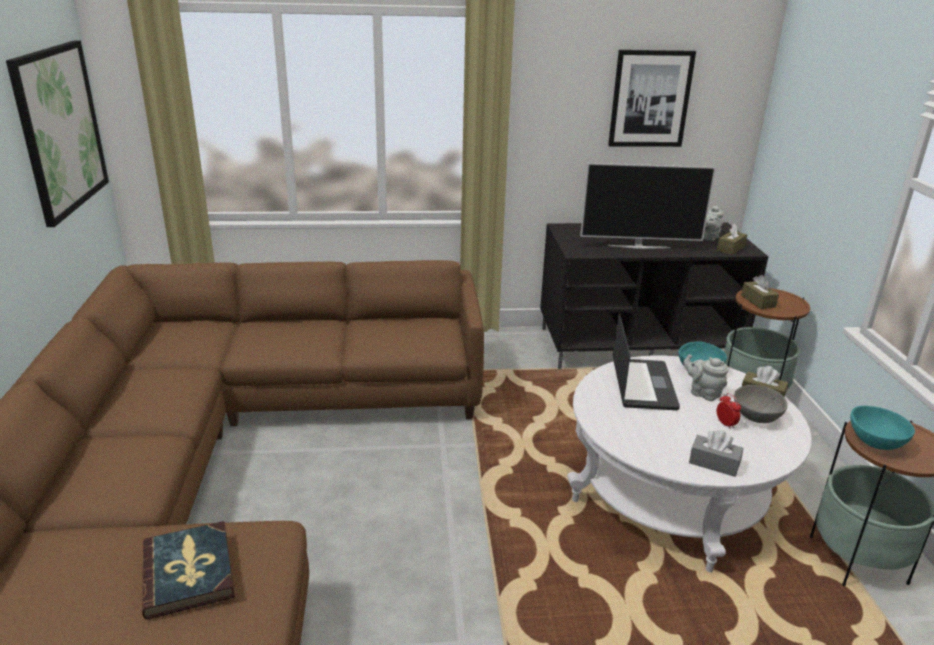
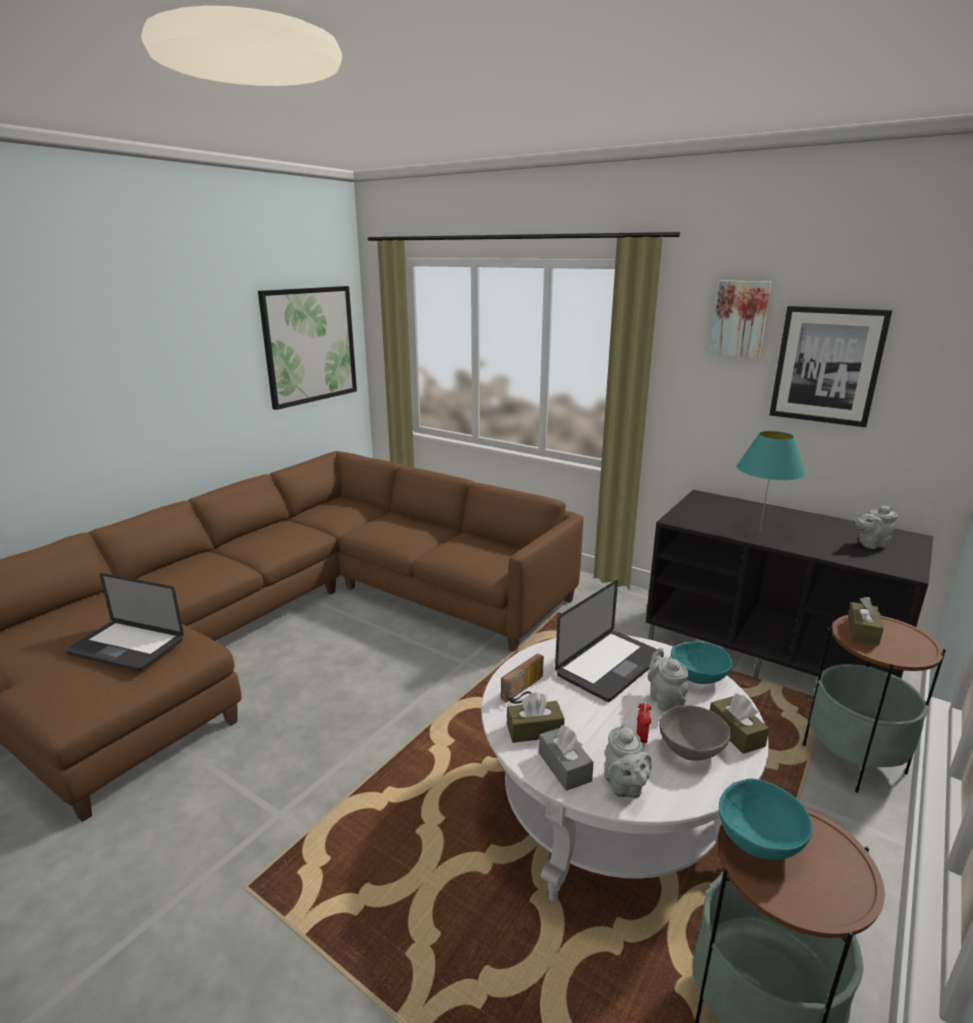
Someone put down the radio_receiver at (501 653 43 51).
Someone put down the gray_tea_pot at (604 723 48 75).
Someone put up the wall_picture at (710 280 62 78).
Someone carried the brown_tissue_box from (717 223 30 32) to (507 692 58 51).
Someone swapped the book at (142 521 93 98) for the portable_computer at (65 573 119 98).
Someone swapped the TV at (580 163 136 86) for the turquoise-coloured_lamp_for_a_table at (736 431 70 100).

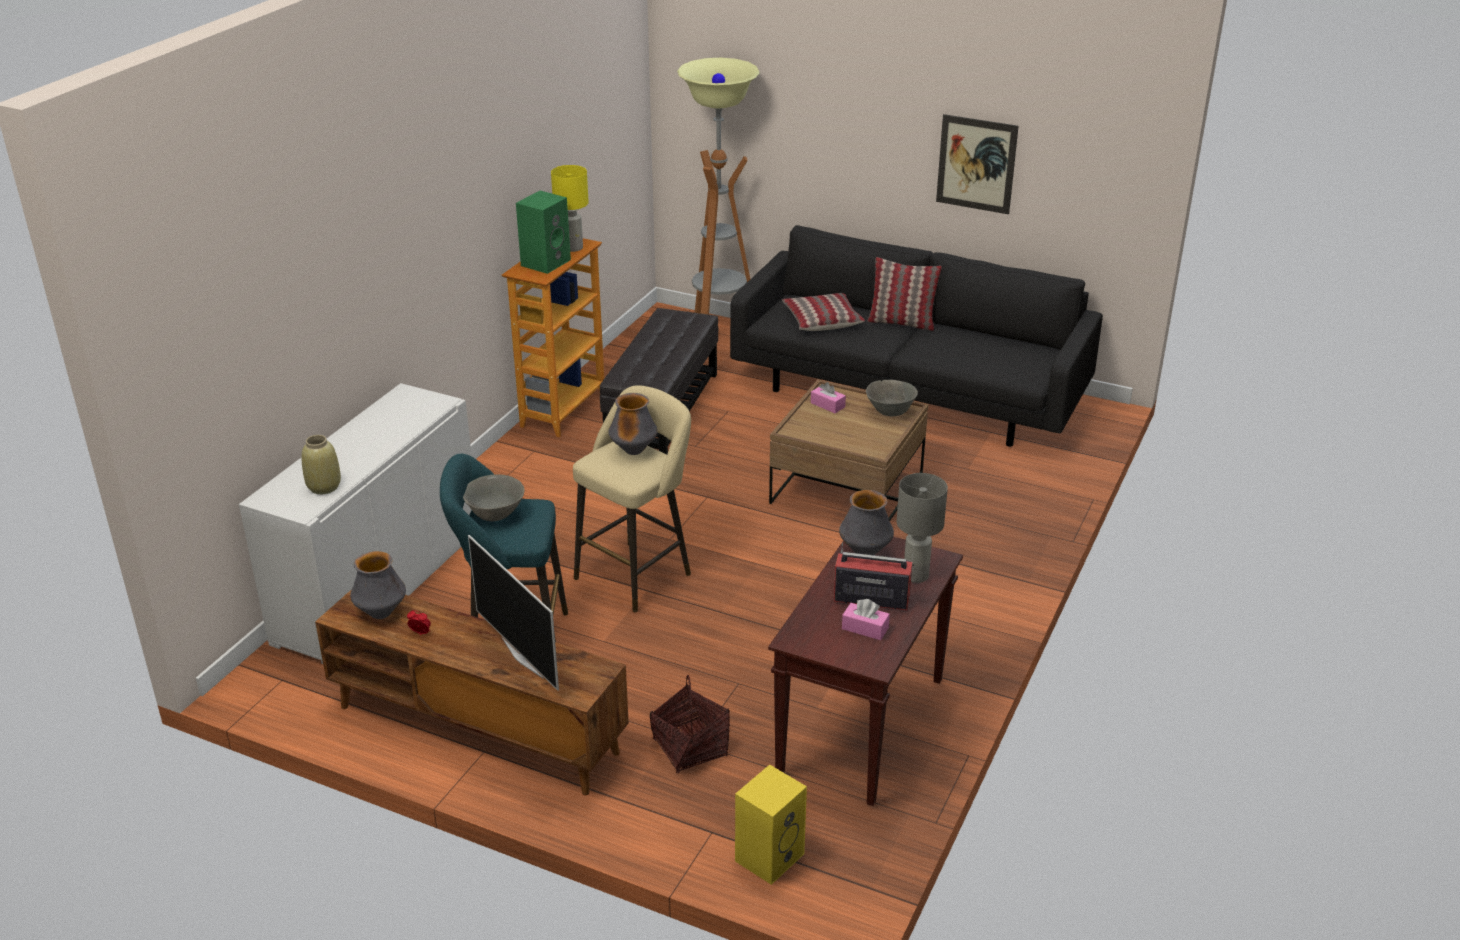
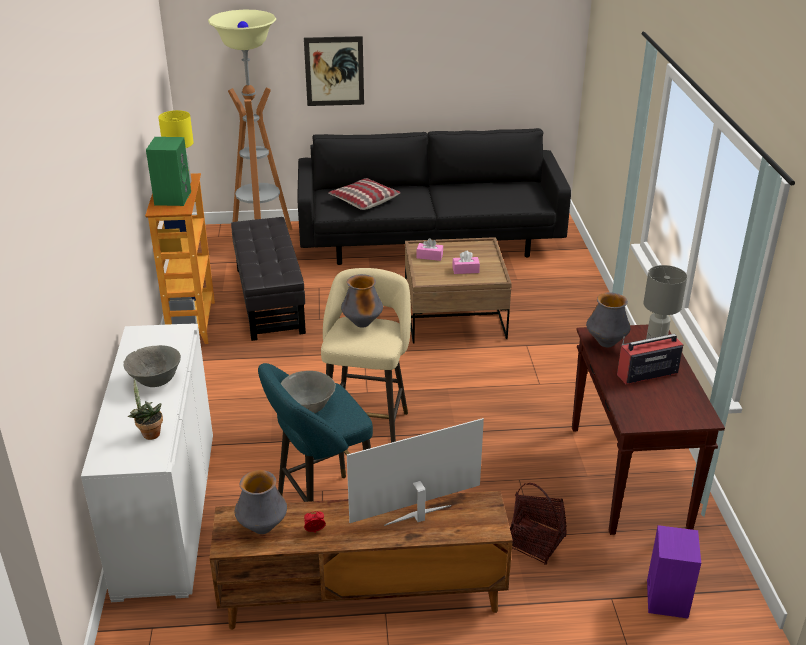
Someone took away the throw_pillow at (867 257 75 74).
Someone carried the pink_tissue_box from (842 599 48 41) to (452 251 28 23).
Someone carried the gray_serving_bowl from (866 380 52 36) to (123 345 58 42).
Someone carried the wall_picture from (936 114 83 100) to (304 36 60 70).
Someone swapped the beige-coloured_flower_vase at (302 435 39 59) for the potted_plant at (127 378 36 62).
Someone repainted the yellow_loudspeaker at (735 765 72 120), which became the purple-coloured_loudspeaker at (647 525 54 93).
Someone rotated the TV at (468 535 91 156) by 135 degrees clockwise.

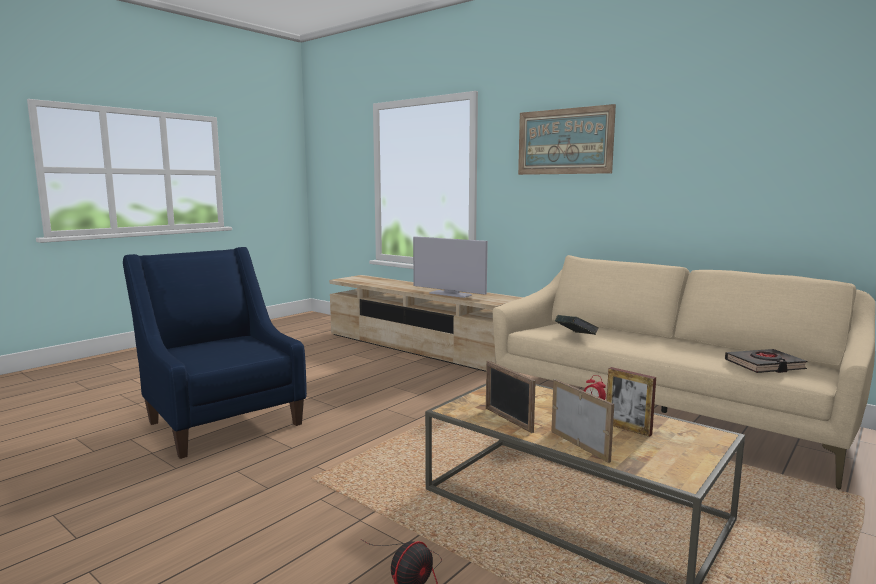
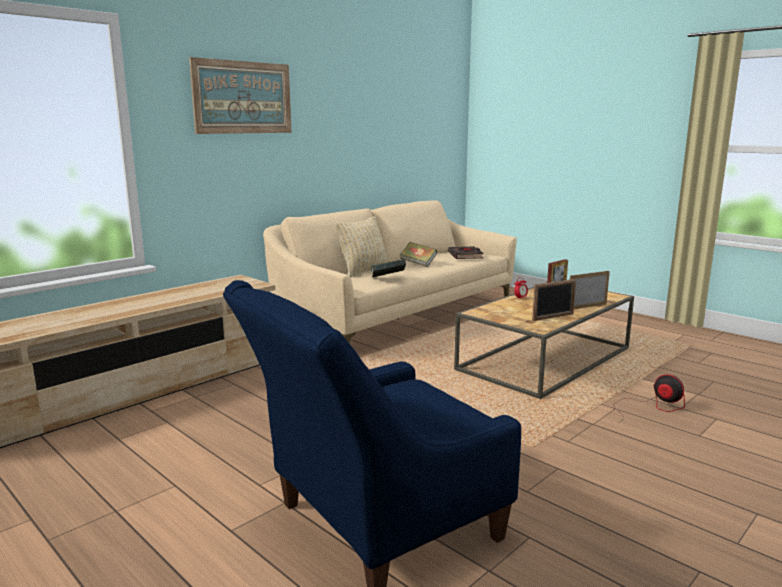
Someone took away the TV at (413 236 75 62).
Someone put down the beige-coloured_throw_pillow at (335 216 53 61).
Someone put down the book at (400 242 37 25).

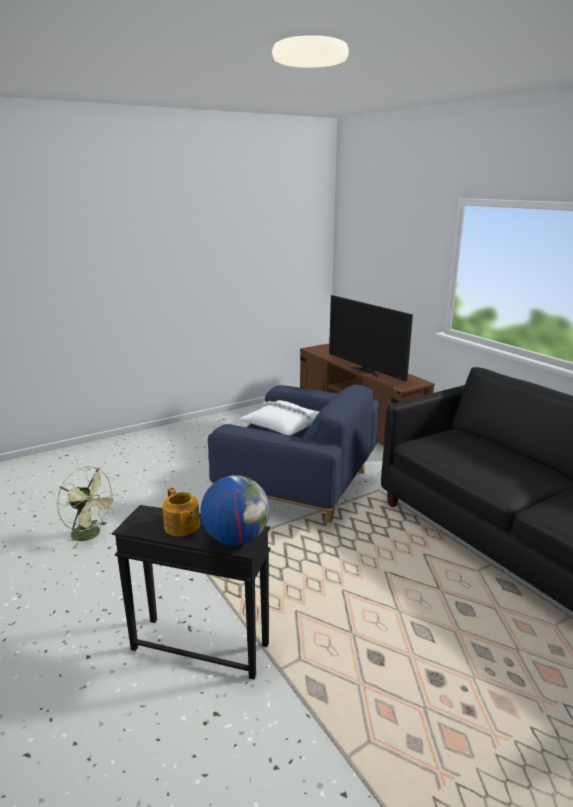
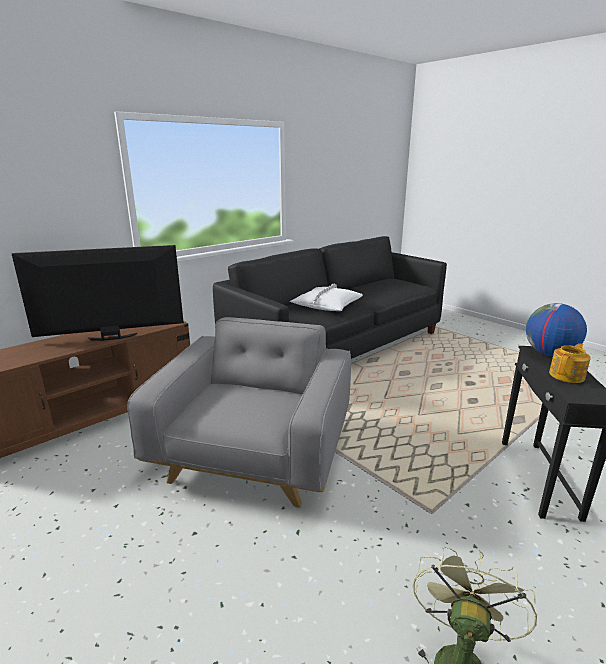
Someone carried the white_throw_pillow from (240 400 80 36) to (290 284 73 27).
Someone repainted the bluish_lounge_chair at (208 384 172 139), which became the gray_lounge_chair at (127 317 224 191).
Someone rotated the TV at (329 295 84 87) by 150 degrees counterclockwise.

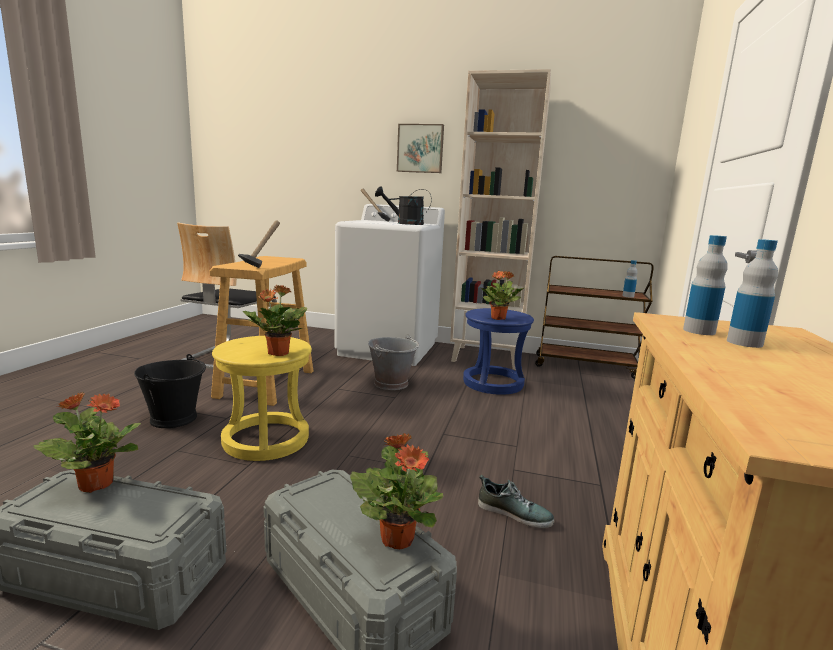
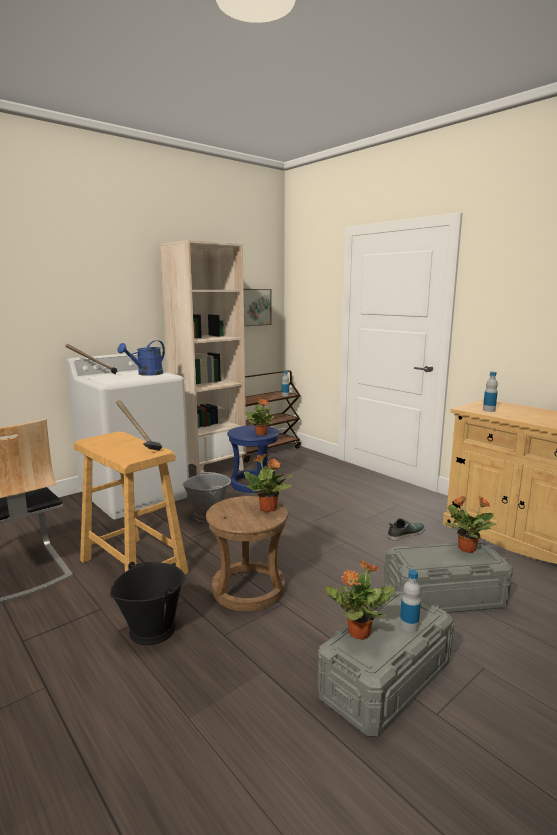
Someone carried the wall_picture from (397 124 47 49) to (244 289 28 37).
Someone carried the beverage_bottle from (727 239 51 109) to (400 569 21 63).
Someone repainted the yellow_stool at (212 336 100 125), which became the brown_stool at (206 496 82 115).
Someone repainted the black-coloured_watering_can at (375 186 57 39), which became the bluish_watering_can at (117 340 48 36).

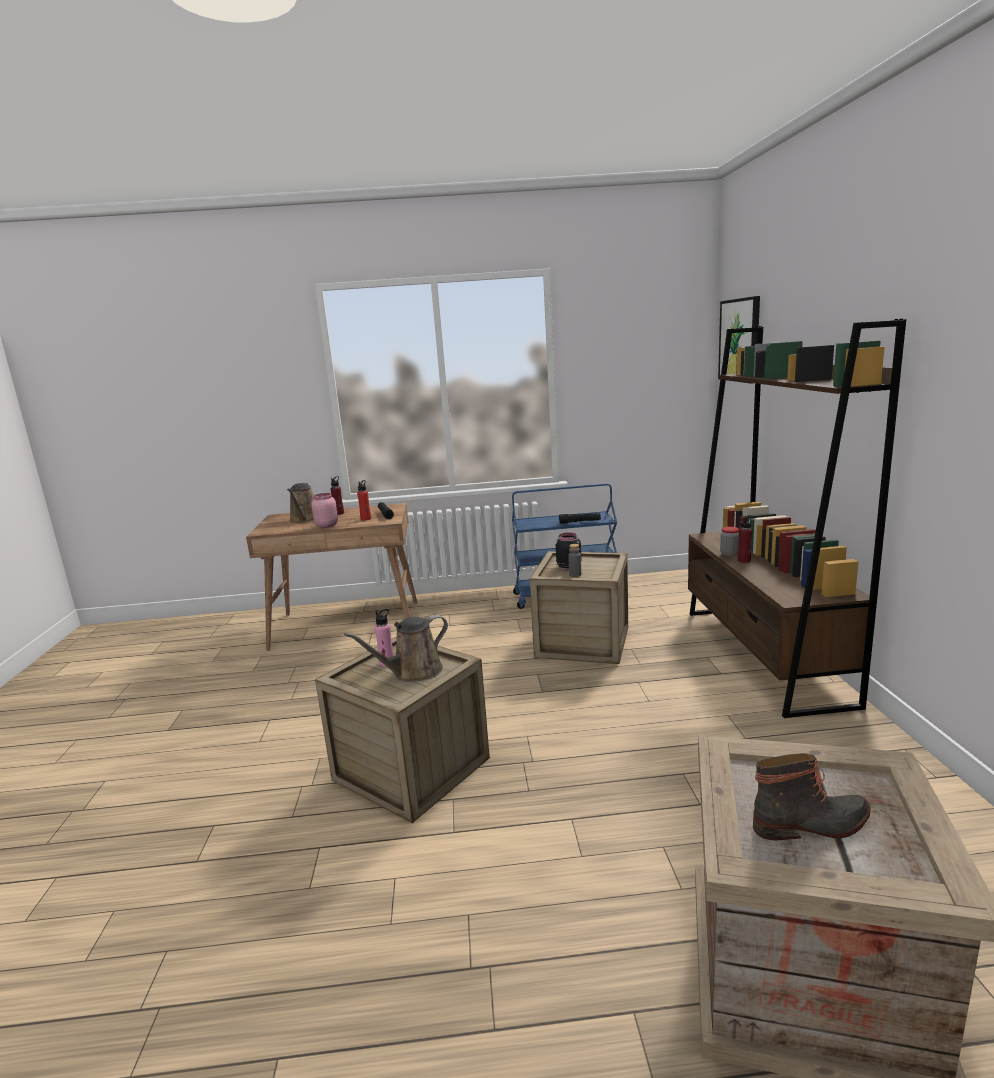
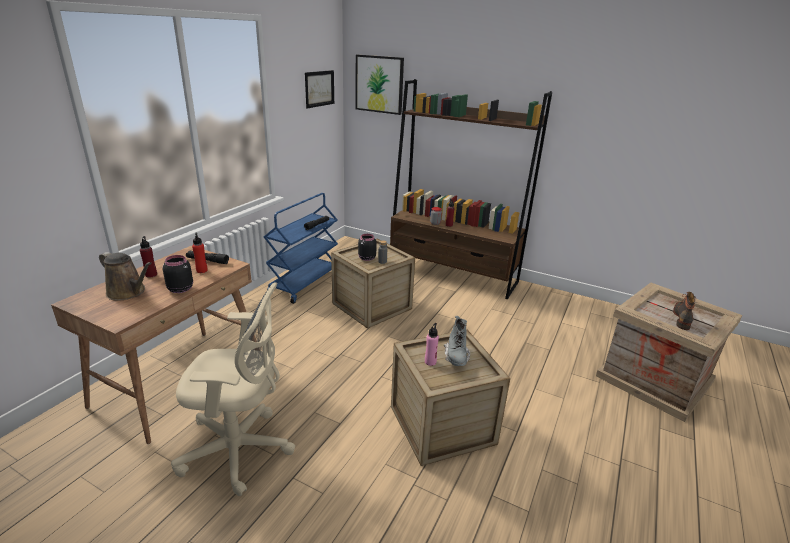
Someone put down the beige-coloured_office_chair at (171 282 124 214).
Someone put up the wall_picture at (305 70 29 39).
Someone swapped the brown_watering_can at (344 615 104 67) for the gray_boot at (444 316 26 50).
Someone repainted the pink_preserve_jar at (311 493 27 35), which became the black-coloured_preserve_jar at (162 255 31 38).

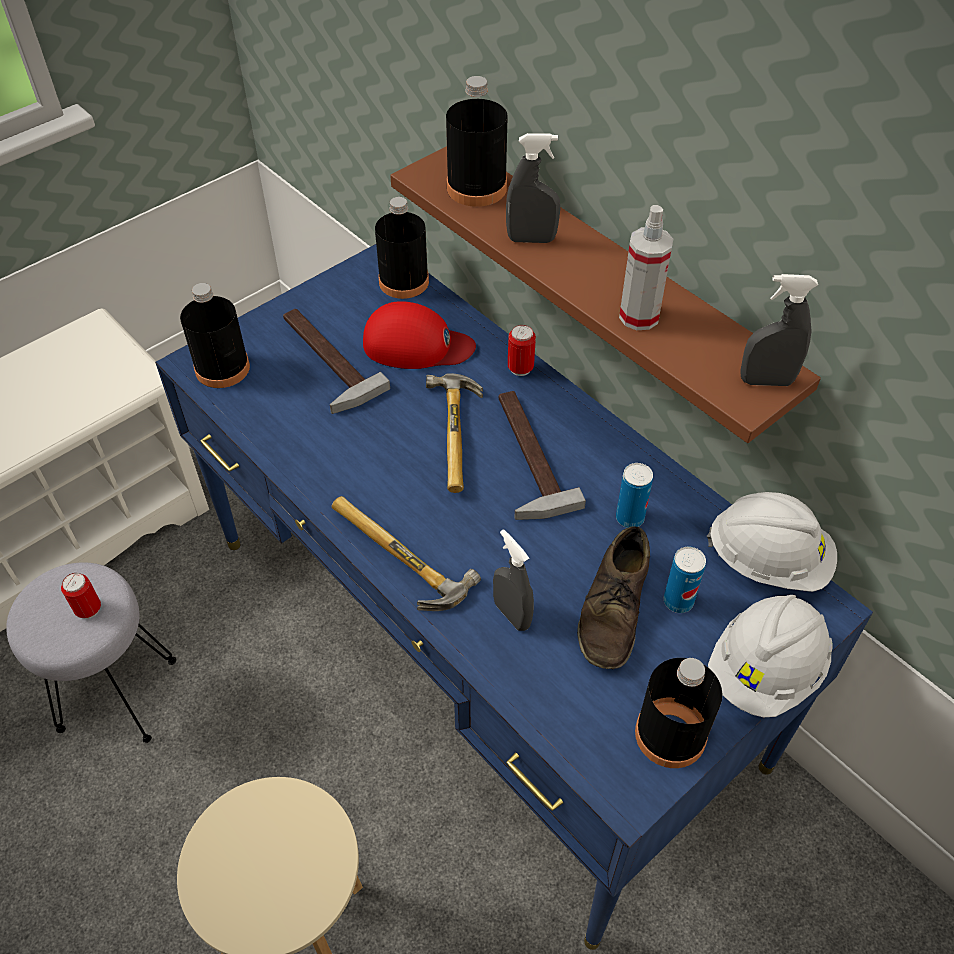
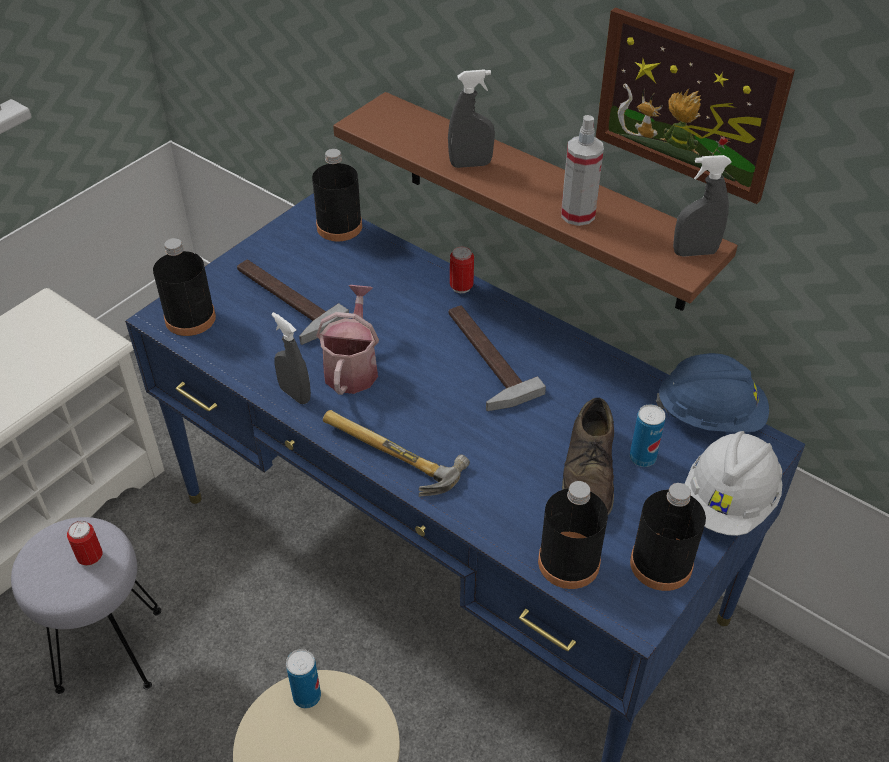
Someone took away the red_peaked_cap at (363 301 113 68).
Someone took away the hand_hammer at (426 373 57 120).
Someone put down the watering_can at (316 285 63 110).
Someone put up the wall_picture at (596 7 199 197).
Someone carried the black-coloured_beverage_bottle from (446 76 62 131) to (538 481 70 108).
Someone carried the gray_hand_sprayer from (493 529 41 102) to (271 312 40 92).
Someone carried the can from (616 463 37 65) to (286 649 35 59).
Someone repainted the white_safety_helmet at (707 492 130 100), which became the bluish_safety_helmet at (656 353 113 79).

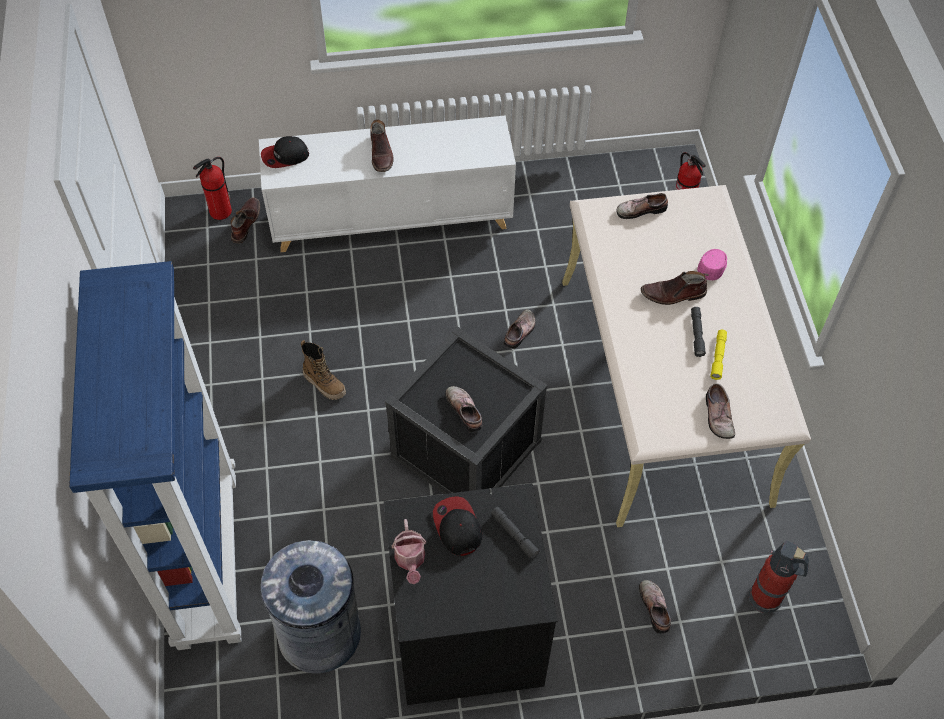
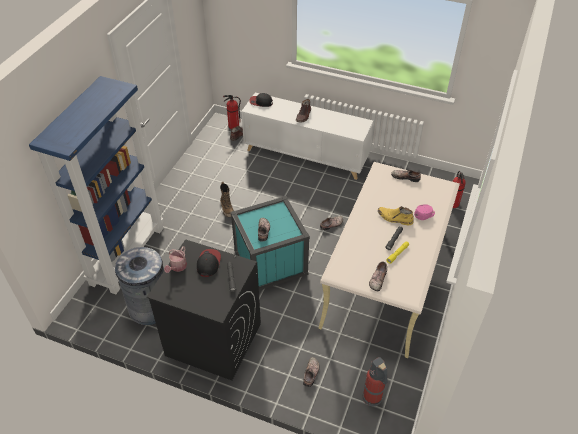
Someone repainted the black-coloured_storage_container at (385 326 163 168), which became the turquoise-coloured_storage_container at (230 196 80 94).
Someone repainted the brown_boot at (641 271 66 34), which became the yellow_boot at (378 206 36 19).

